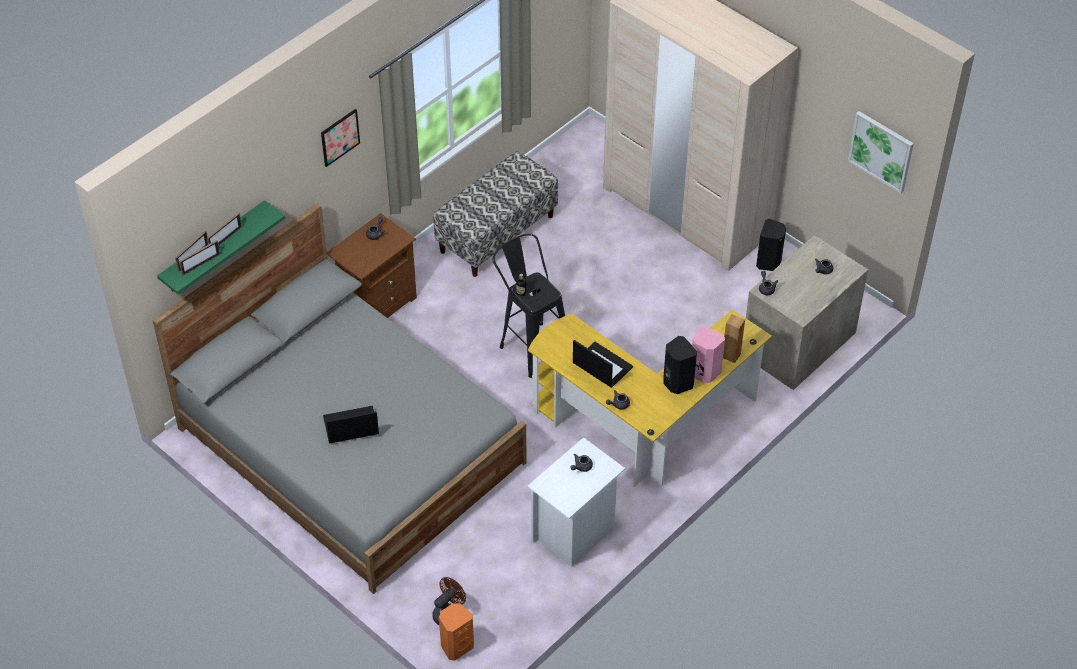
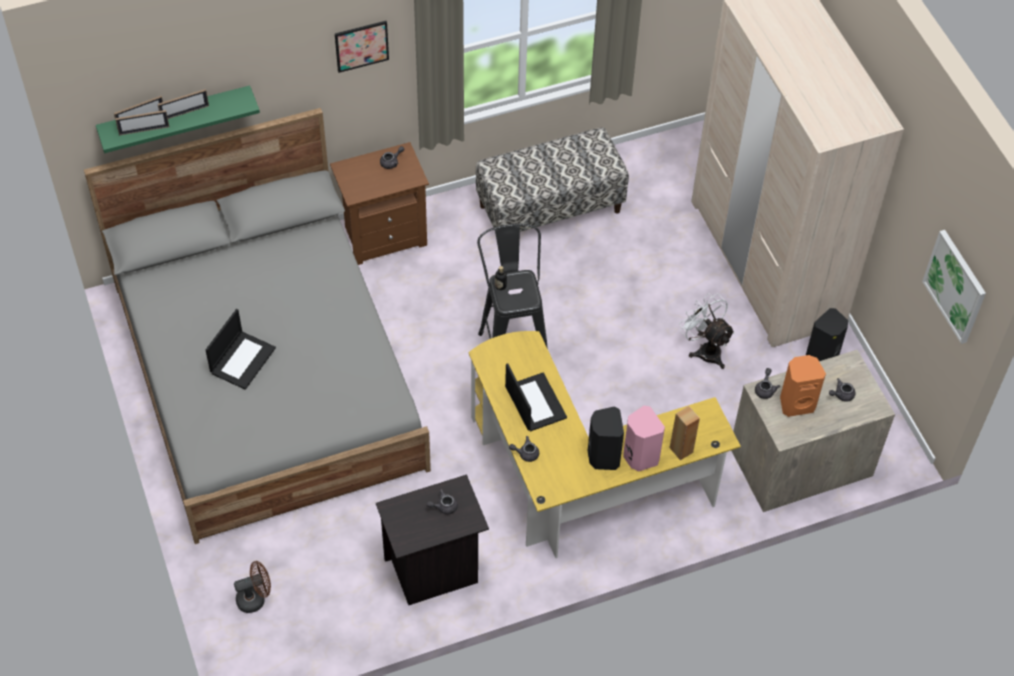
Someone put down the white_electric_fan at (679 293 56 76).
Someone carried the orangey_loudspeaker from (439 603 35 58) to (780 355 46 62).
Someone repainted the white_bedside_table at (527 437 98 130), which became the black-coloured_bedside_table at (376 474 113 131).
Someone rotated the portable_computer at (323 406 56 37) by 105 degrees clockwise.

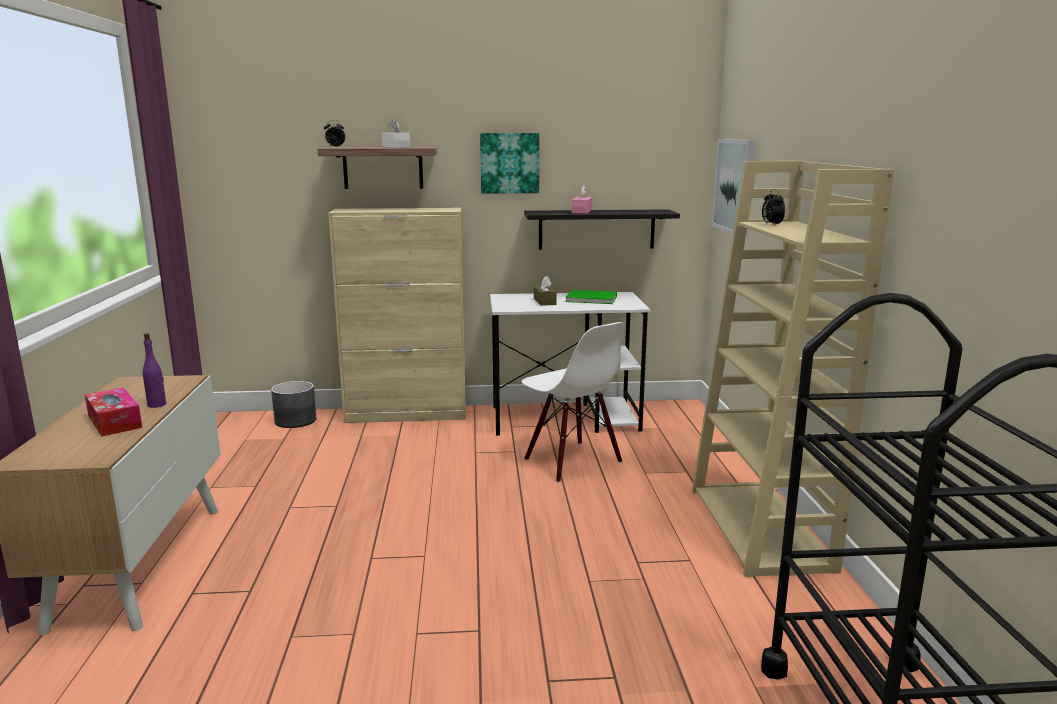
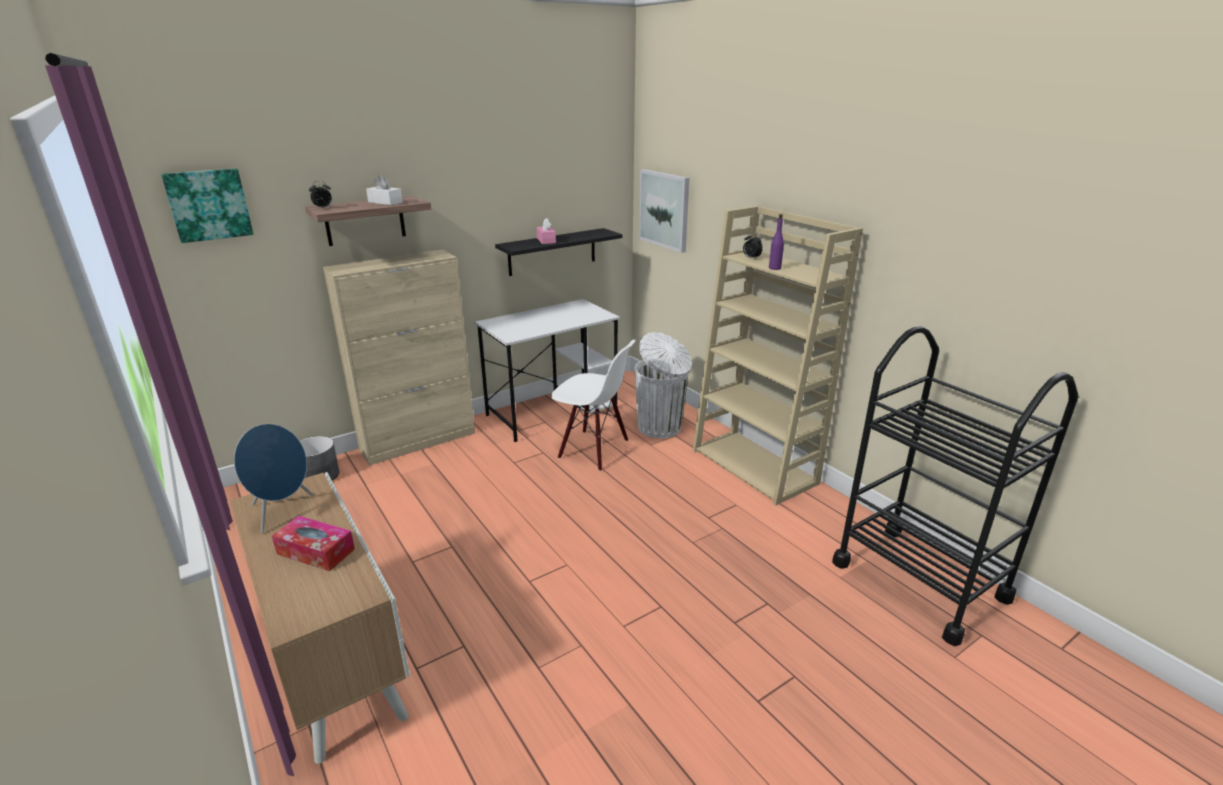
Someone took away the brown_tissue_box at (534 276 23 30).
Someone took away the greenish_book at (565 290 52 14).
Someone put down the bluish_loudspeaker at (234 424 79 110).
Someone put down the white_trash_can at (634 332 58 107).
Someone carried the purple-coloured_beverage_bottle from (143 333 23 75) to (769 214 15 56).
Someone carried the wall_picture from (480 133 59 61) to (161 168 93 75).

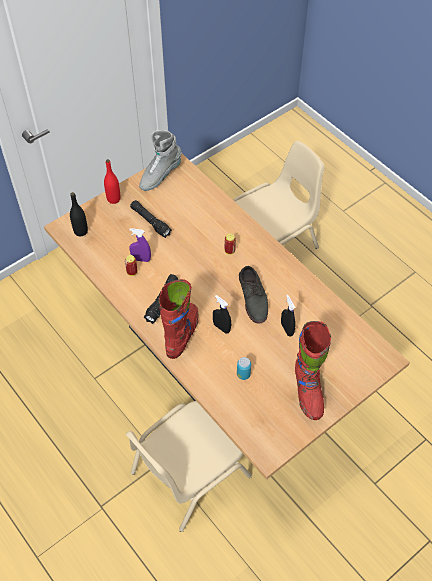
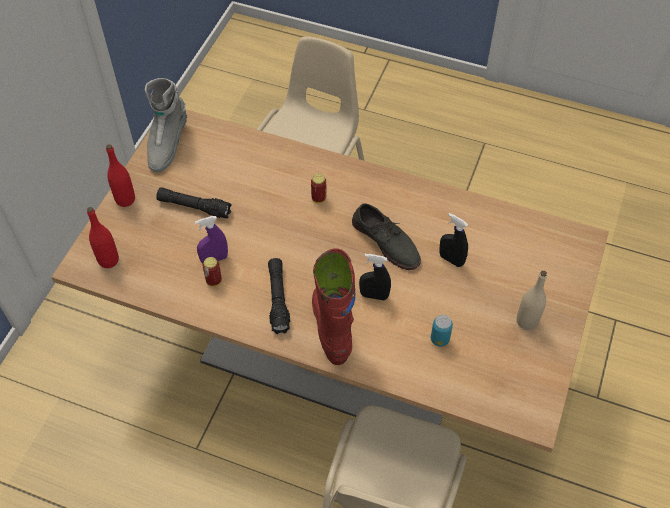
Someone swapped the red_boot at (295 321 36 99) for the beige-coloured_beverage_bottle at (517 271 30 59).
Someone repainted the black-coloured_beverage_bottle at (70 192 18 45), which became the red_beverage_bottle at (87 207 32 61).

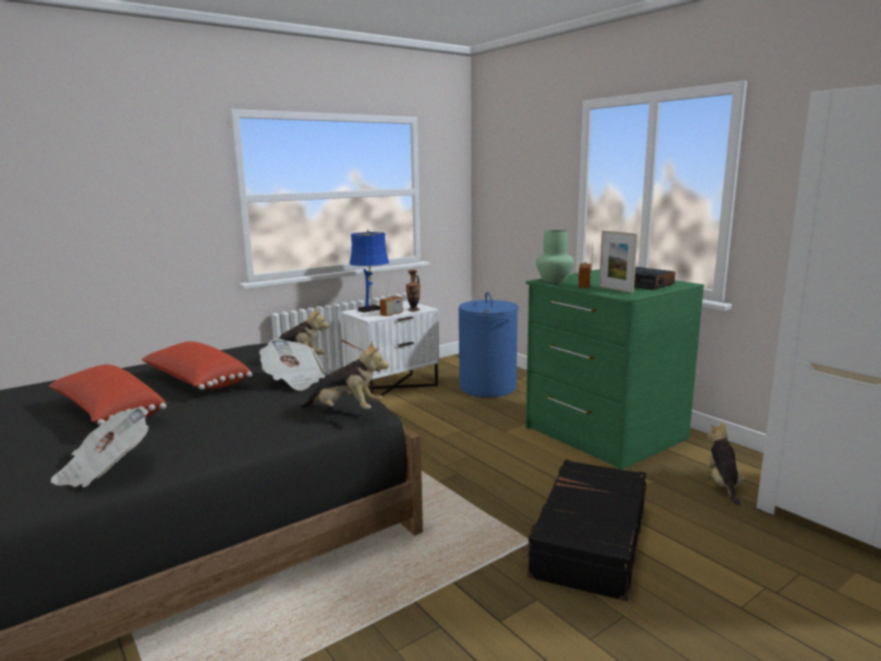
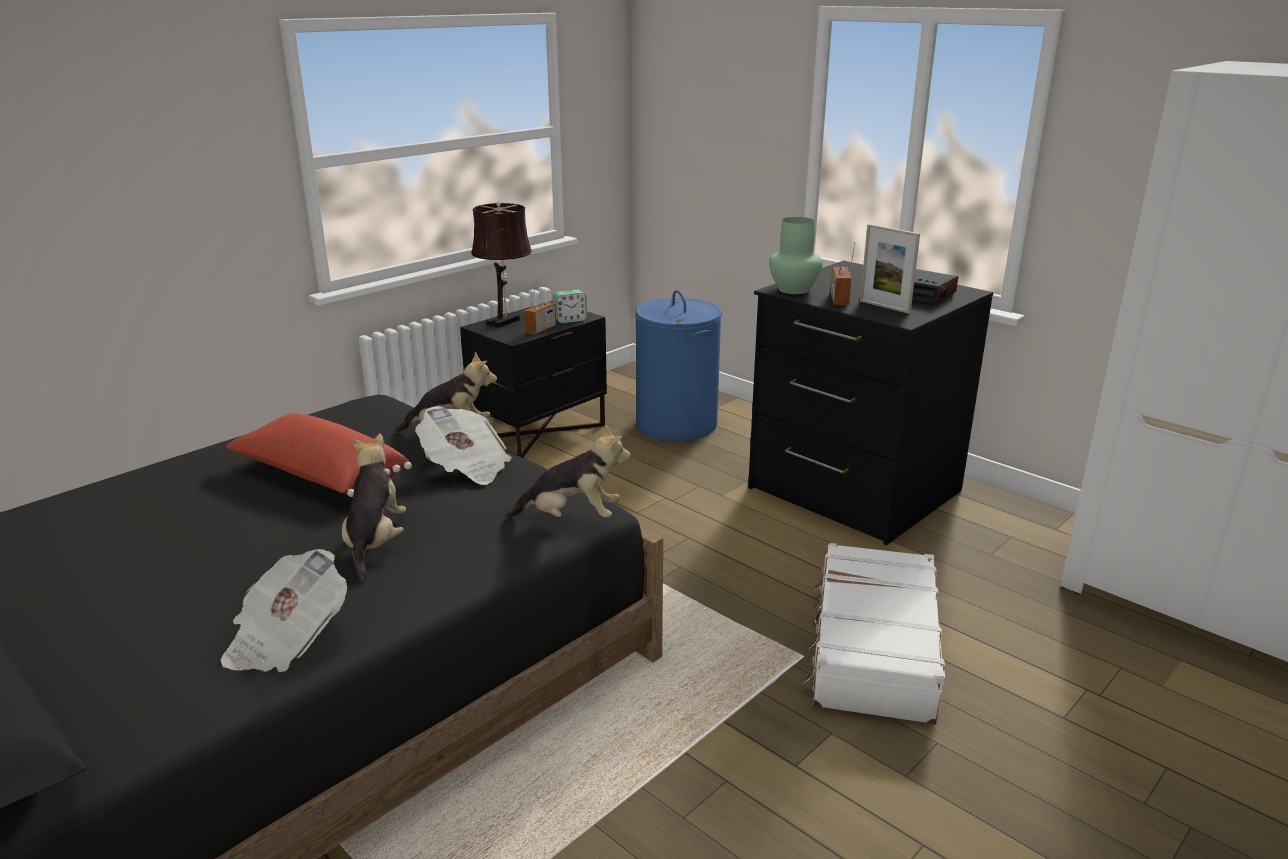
Someone took away the red_throw_pillow at (49 364 117 62).
Someone carried the plush_toy from (706 422 40 84) to (342 433 64 148).
Someone swapped the flower_vase at (406 270 14 41) for the alarm_clock at (552 290 35 33).
Someone repainted the white_bedside_table at (340 301 99 95), which became the black-coloured_bedside_table at (460 301 147 157).
Someone repainted the bluish_lamp_for_a_table at (350 230 39 83), which became the brown_lamp_for_a_table at (471 202 61 126).
Someone repainted the black-coloured_travel_case at (524 459 122 142), which became the white_travel_case at (804 543 141 182).
Someone repainted the greenish_drawer_chest at (526 269 178 201), which became the black-coloured_drawer_chest at (748 261 245 284).

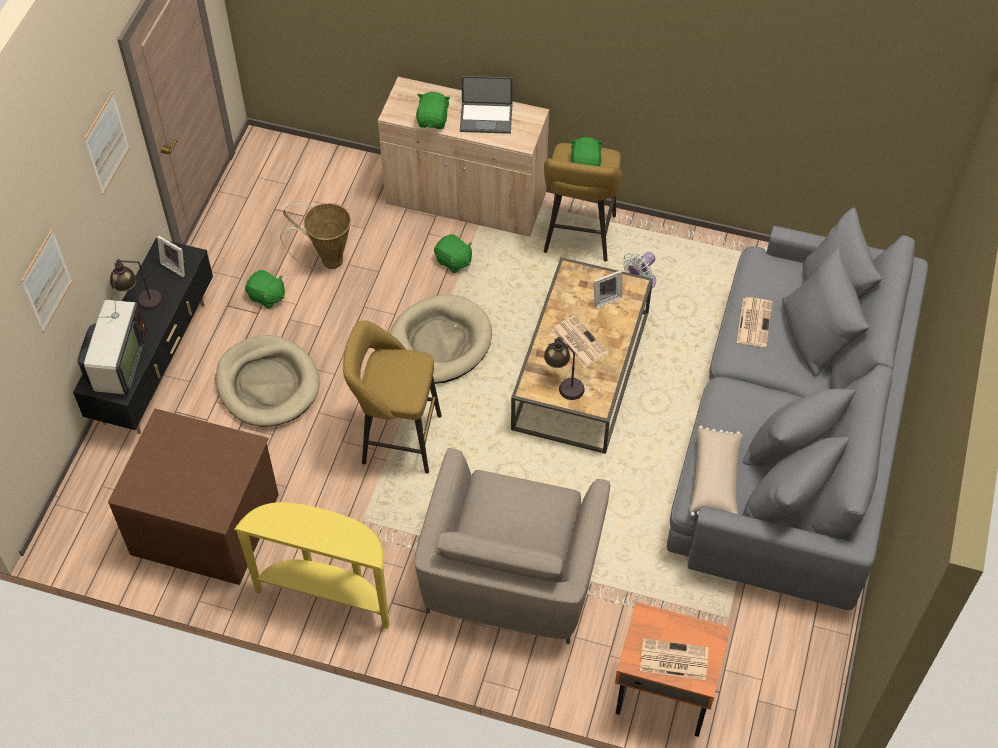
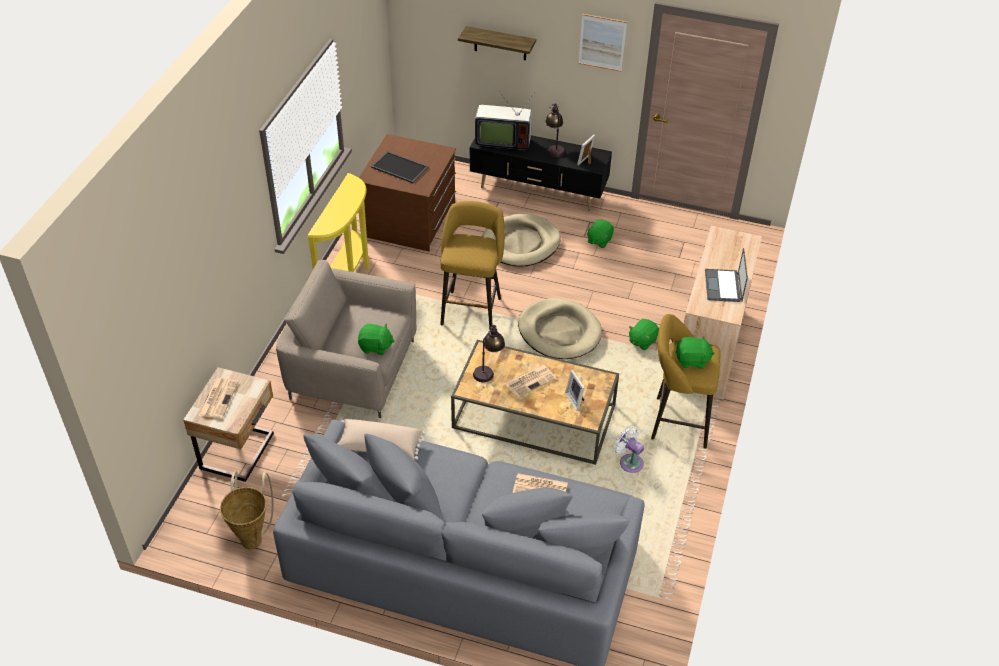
Someone put down the serving_tray at (371 151 57 32).
Someone carried the household_basket from (280 202 71 68) to (220 471 54 78).
Someone carried the greenish_plush_toy from (416 92 34 37) to (358 324 36 31).
Someone swapped the wall_picture at (21 228 51 105) for the shelf at (458 26 78 34).
Someone repainted the orangey_bedside_table at (615 602 116 135), which became the beige-coloured_bedside_table at (183 367 91 115).

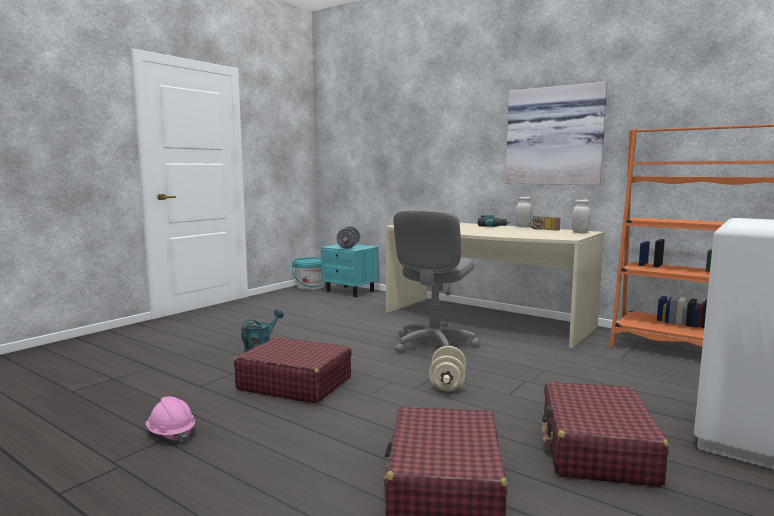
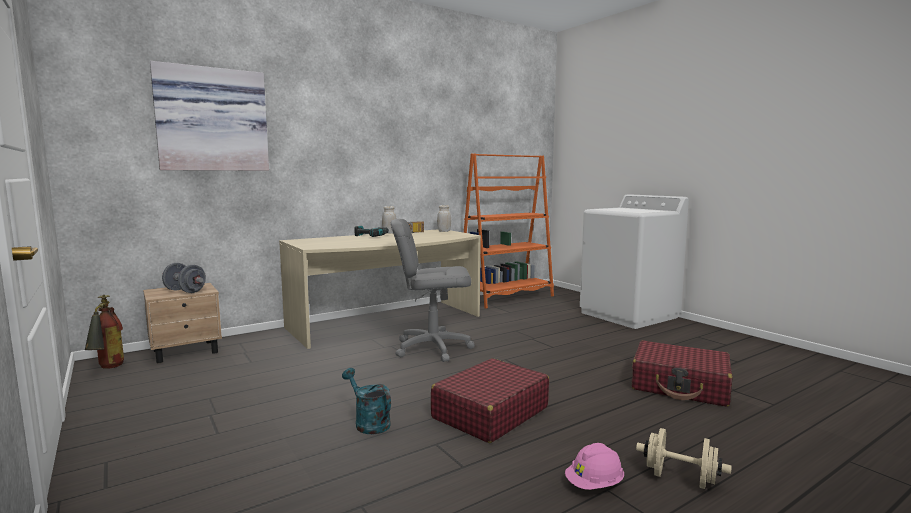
Someone took away the red_travel_case at (542 381 127 106).
Someone carried the beige-coloured_dumbbell from (429 346 37 45) to (636 428 96 61).
Someone carried the wall_picture from (506 82 101 103) to (150 61 119 110).
Someone swapped the turquoise-coloured_bucket at (292 257 33 33) for the extinguisher at (85 295 39 74).
Someone repainted the turquoise-coloured_bedside_table at (321 244 58 53), which became the beige-coloured_bedside_table at (143 283 79 80).
Someone rotated the gray_office_chair at (393 209 87 144) by 135 degrees clockwise.

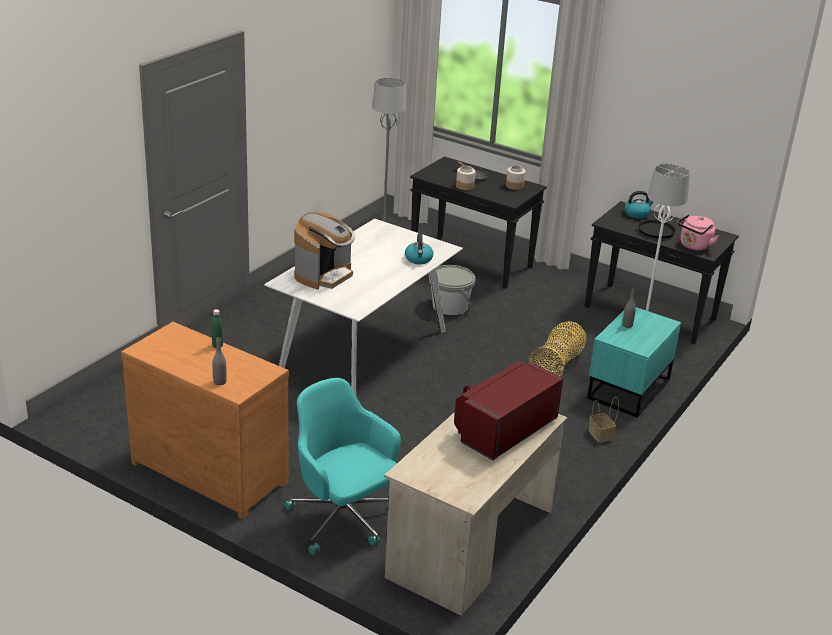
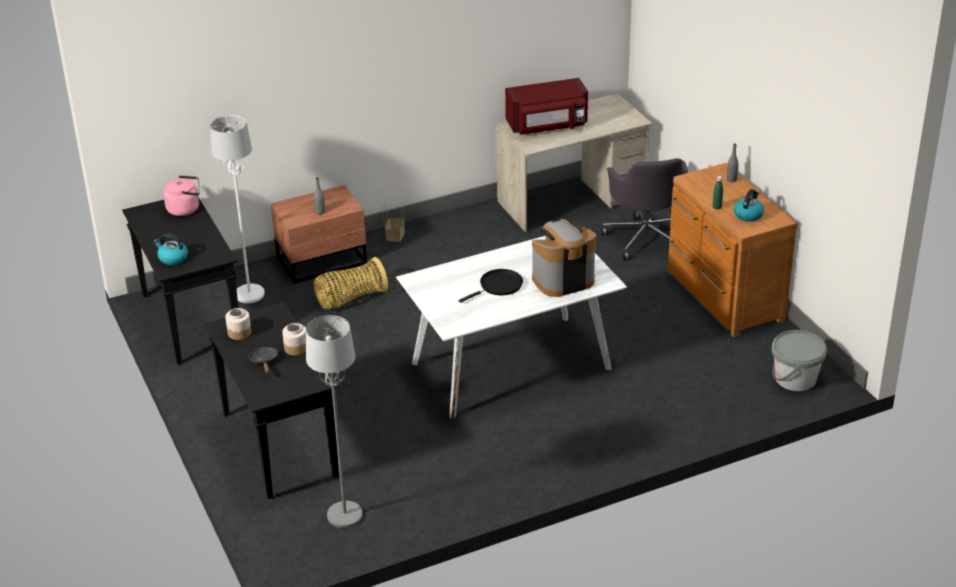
Someone carried the water_kettle from (405 233 29 31) to (734 189 30 33).
Someone carried the gray_bucket from (429 265 46 50) to (772 330 55 61).
Someone carried the black-coloured_pan from (638 210 38 29) to (459 269 64 34).
Someone repainted the turquoise-coloured_office_chair at (284 378 117 177), which became the gray_office_chair at (601 158 87 102).
Someone repainted the turquoise-coloured_bedside_table at (587 307 94 111), which became the brown_bedside_table at (271 185 96 99).

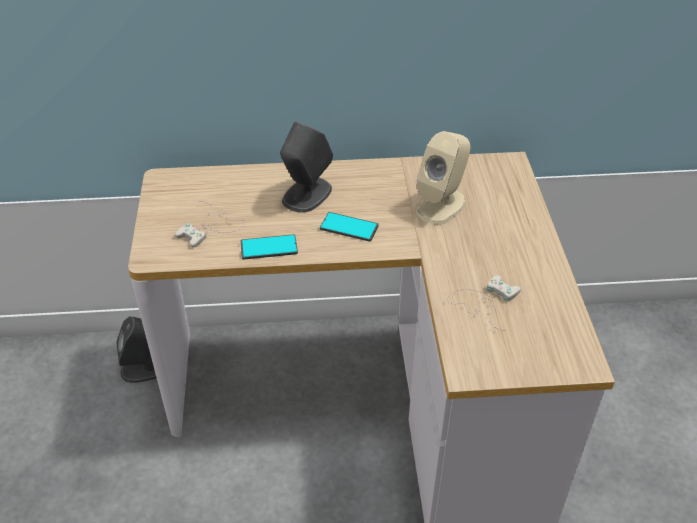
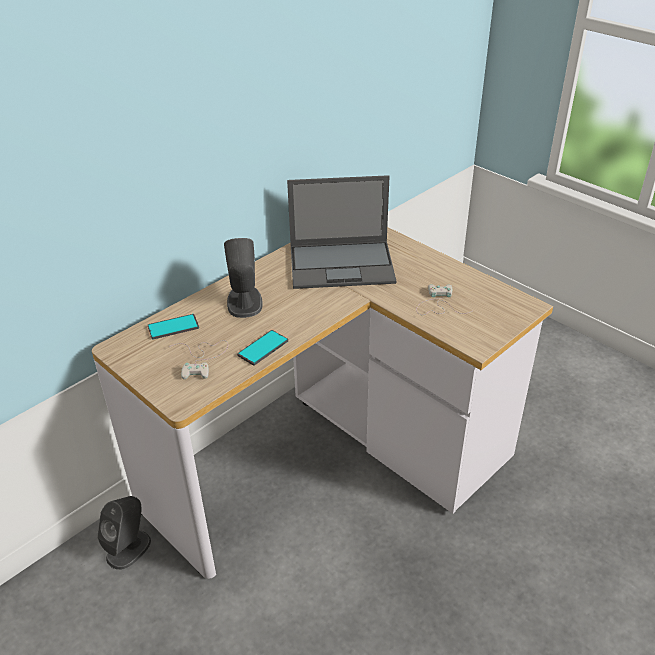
Someone carried the handset from (320 212 59 30) to (148 314 51 26).
Someone swapped the beige-coloured_loudspeaker at (416 131 54 93) for the portable_computer at (287 175 109 114).

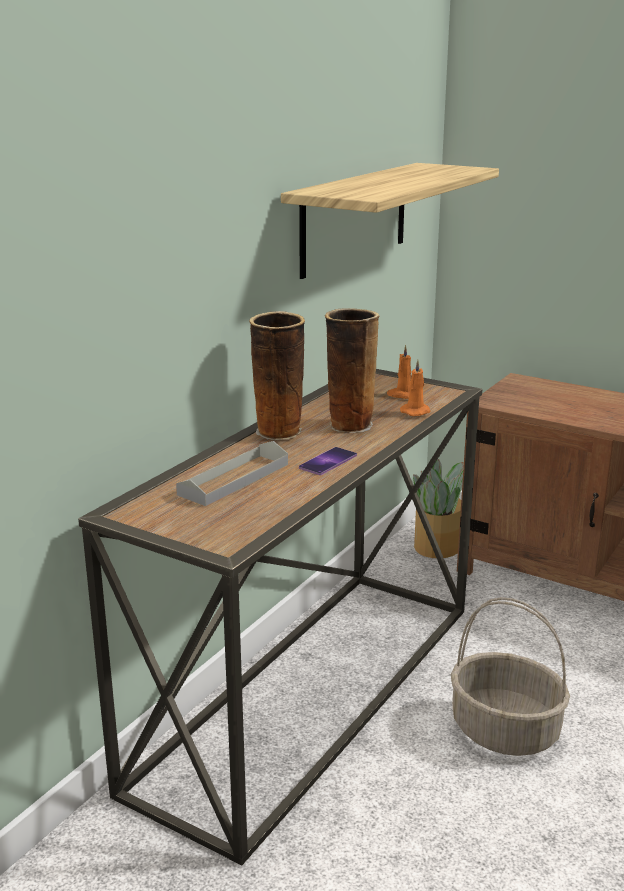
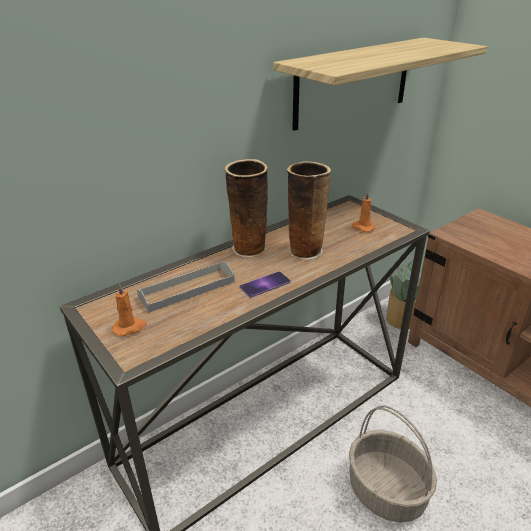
Someone carried the orangey_wax_candle from (400 360 31 56) to (112 283 35 53).

